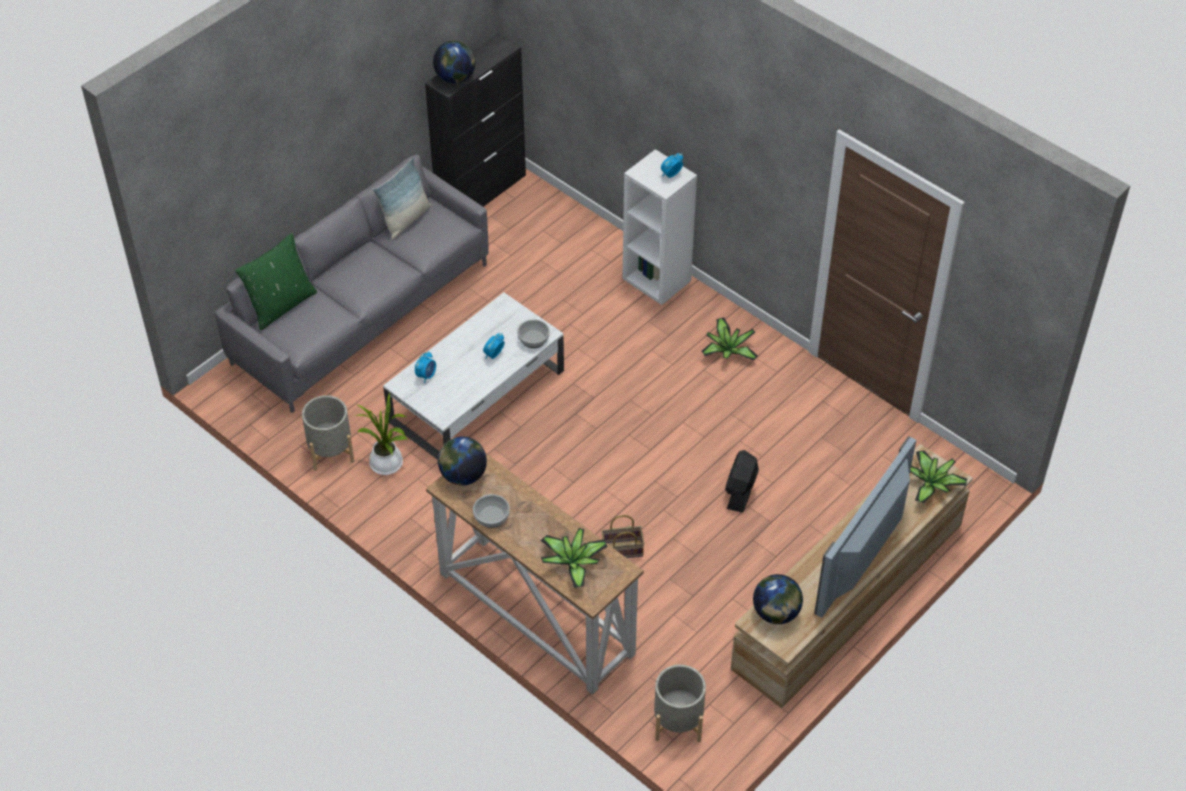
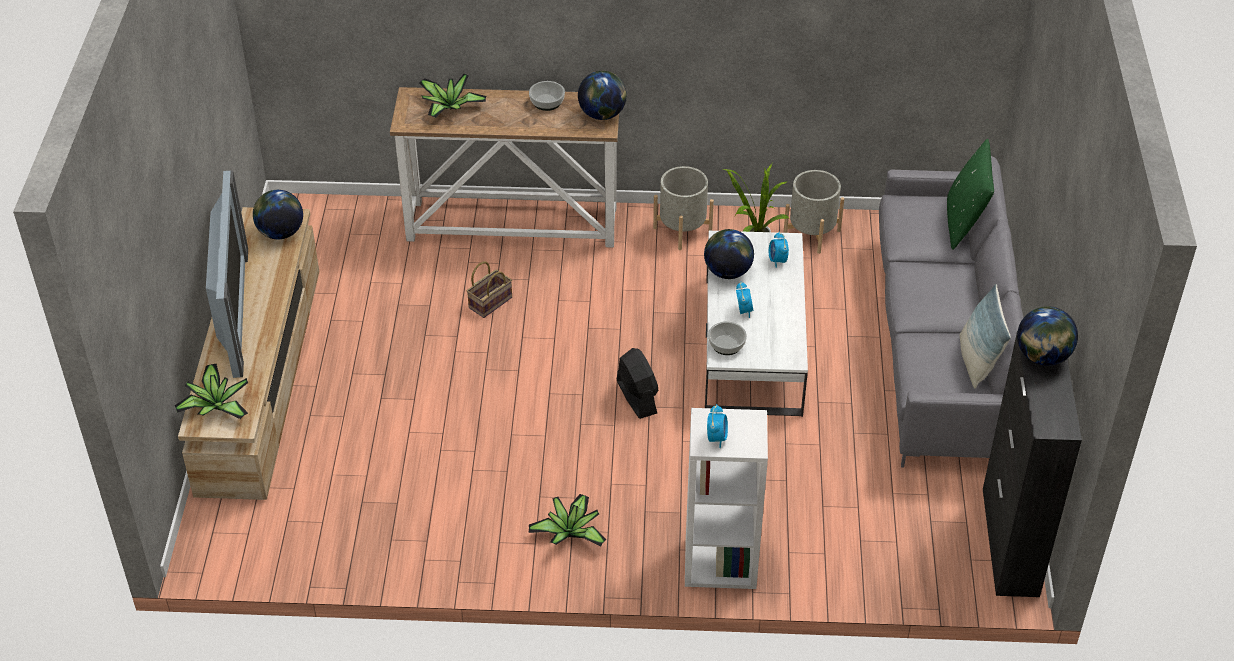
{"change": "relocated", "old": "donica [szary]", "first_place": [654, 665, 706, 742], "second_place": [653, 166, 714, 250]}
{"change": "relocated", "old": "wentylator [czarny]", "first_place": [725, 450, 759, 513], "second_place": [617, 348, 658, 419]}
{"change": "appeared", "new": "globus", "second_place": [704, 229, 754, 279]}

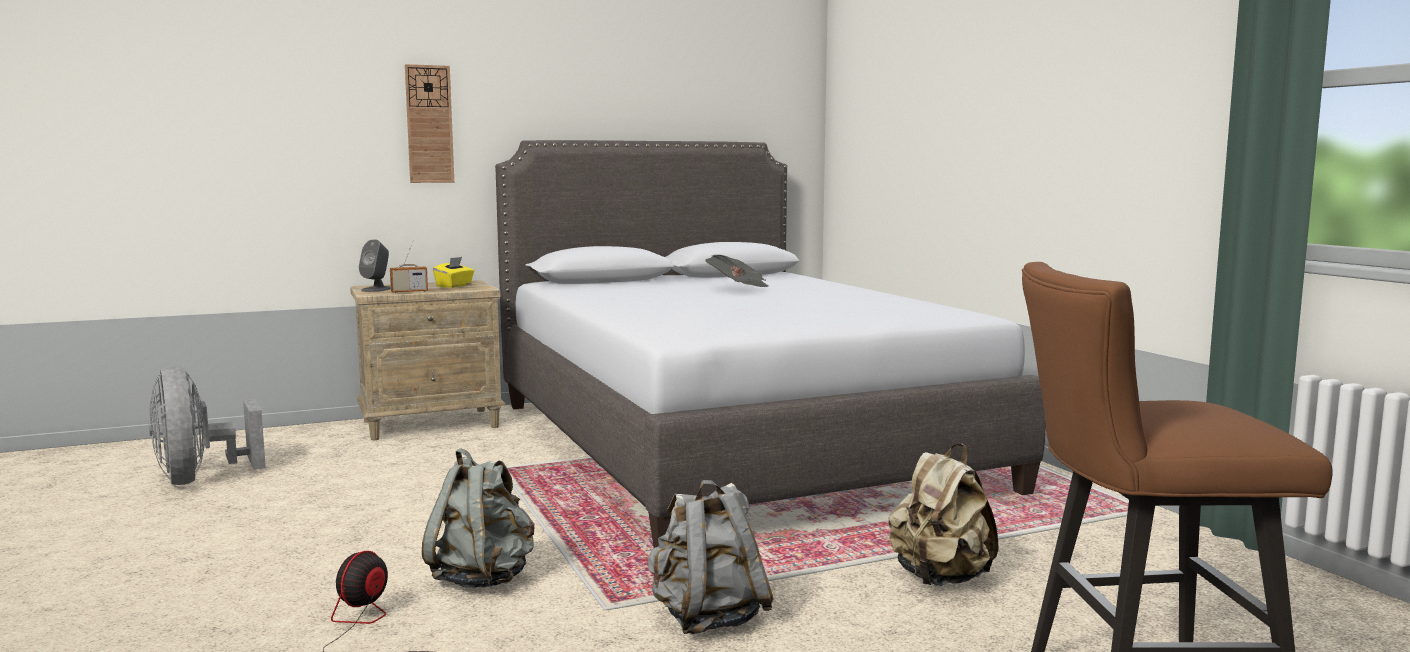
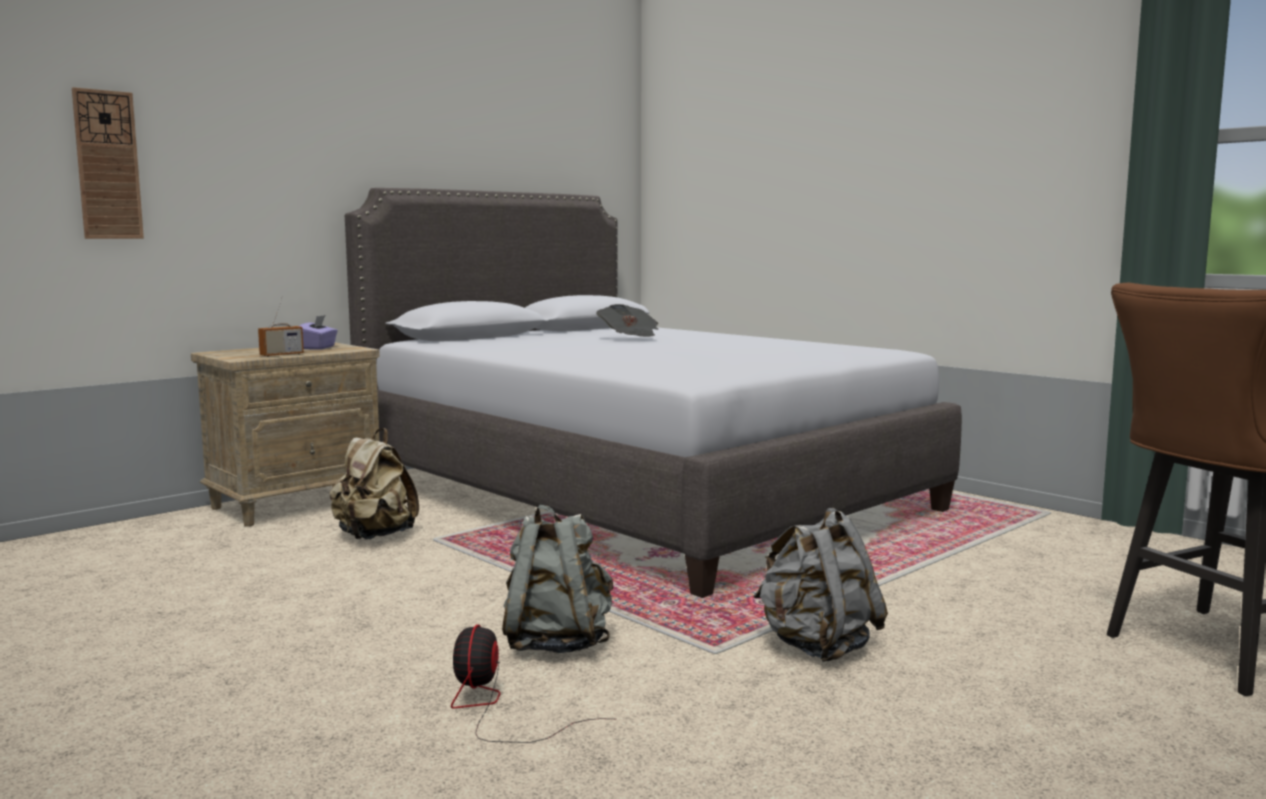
{"change": "missing", "old": "wentylator [szary]", "first_place": [148, 366, 266, 485]}
{"change": "missing", "old": "głośnik [szary]", "first_place": [359, 239, 391, 292]}
{"change": "relocated", "old": "zegar ścienny", "first_place": [405, 64, 454, 183], "second_place": [72, 87, 144, 239]}
{"change": "colour", "old": "pudełko chusteczek [żółty]", "new": "pudełko chusteczek [fioletowy]", "first_place": [433, 257, 474, 288], "second_place": [299, 315, 338, 349]}
{"change": "relocated", "old": "plecak [beżowy]", "first_place": [889, 444, 998, 586], "second_place": [329, 428, 419, 539]}

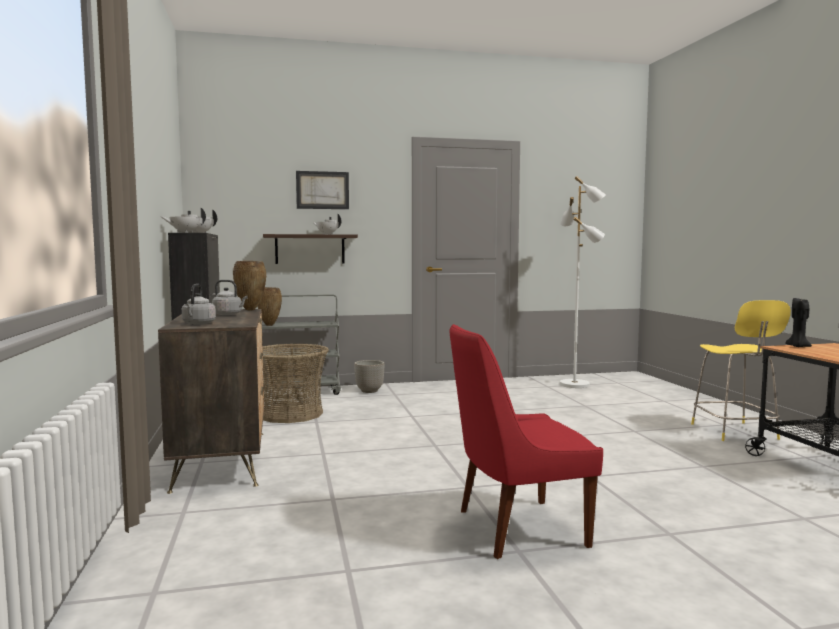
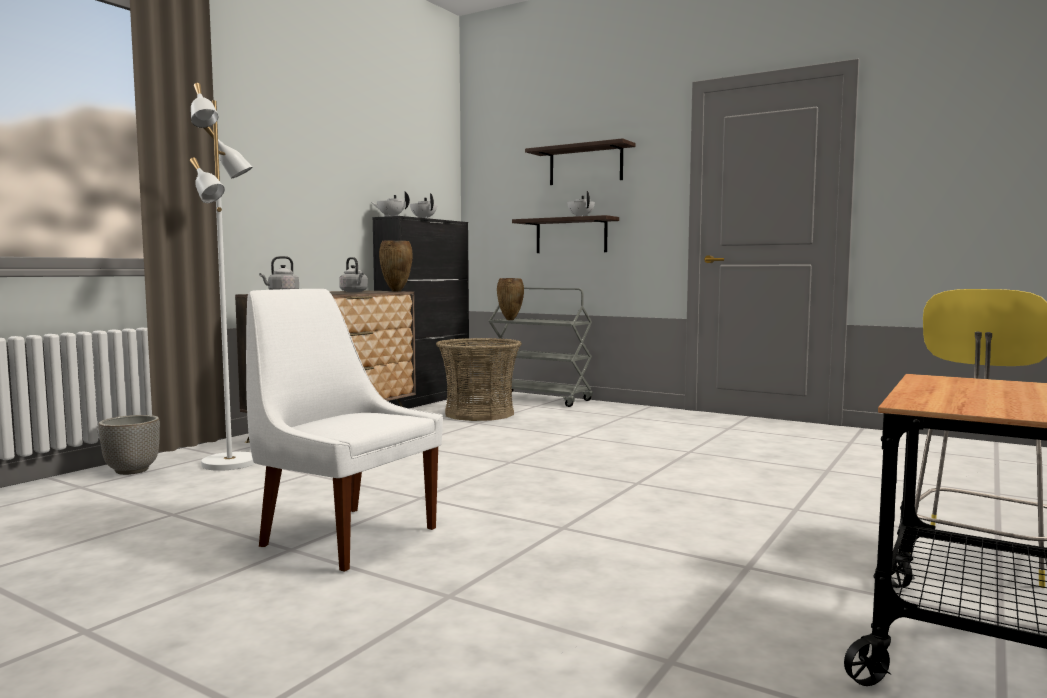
{"change": "exchanged", "old": "obraz", "new": "półka", "first_place": [296, 171, 349, 209], "second_place": [525, 138, 636, 185]}
{"change": "relocated", "old": "donica", "first_place": [354, 360, 384, 393], "second_place": [98, 415, 160, 475]}
{"change": "colour", "old": "krzesło [czerwony]", "new": "krzesło [biały]", "first_place": [450, 324, 603, 559], "second_place": [246, 289, 443, 572]}
{"change": "relocated", "old": "lampa stojąca [biały]", "first_place": [560, 176, 606, 388], "second_place": [190, 83, 256, 471]}
{"change": "missing", "old": "świeca [czarny]", "first_place": [785, 297, 812, 347]}

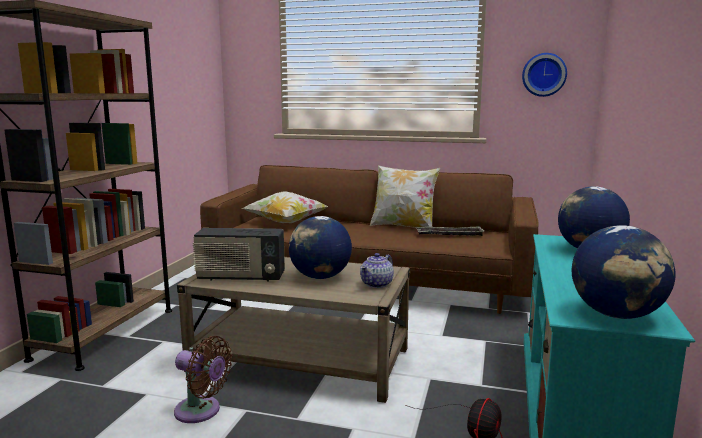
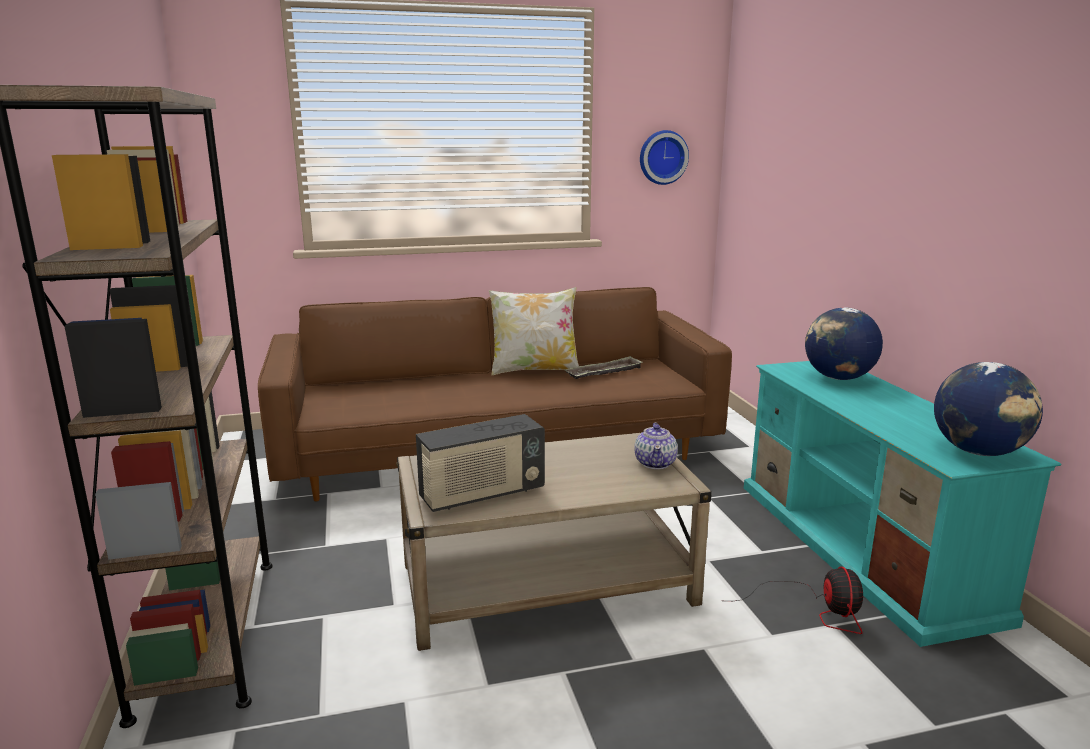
{"change": "missing", "old": "wentylator [brązowy]", "first_place": [174, 336, 232, 423]}
{"change": "missing", "old": "poduszka", "first_place": [243, 191, 329, 223]}
{"change": "missing", "old": "globus", "first_place": [289, 216, 352, 279]}

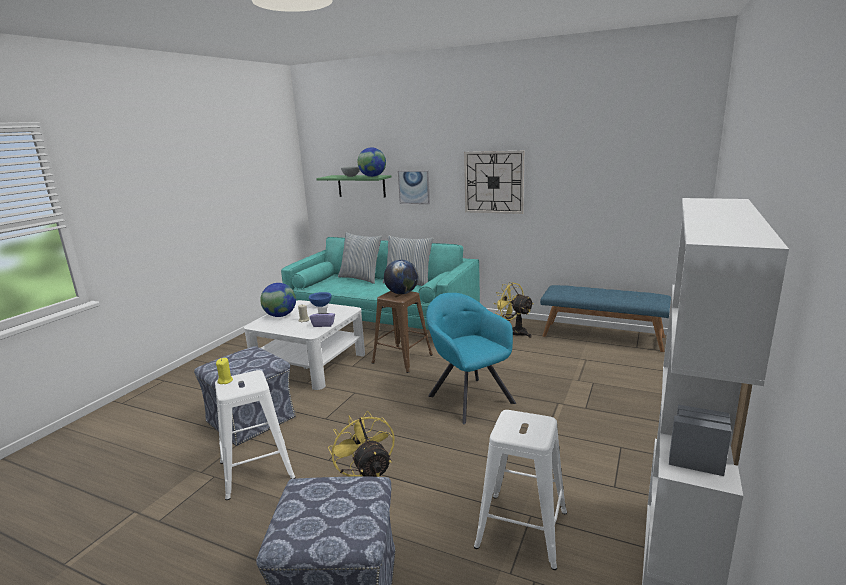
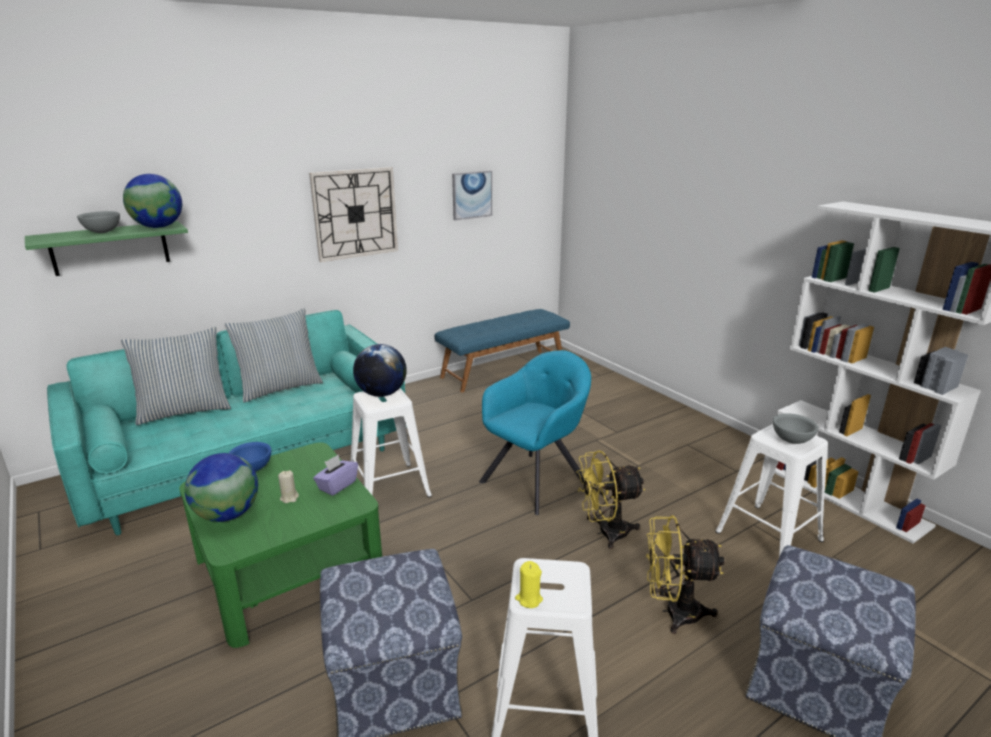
{"change": "colour", "old": "ława [biały]", "new": "ława [zielony]", "first_place": [244, 300, 365, 390], "second_place": [179, 442, 382, 648]}
{"change": "colour", "old": "stołek [brązowy]", "new": "stołek [biały]", "first_place": [372, 291, 433, 373], "second_place": [351, 388, 432, 497]}
{"change": "relocated", "old": "obraz", "first_place": [398, 170, 430, 204], "second_place": [452, 171, 492, 220]}
{"change": "spun", "old": "fotel [turkusowy]", "first_place": [426, 293, 516, 424], "second_place": [479, 350, 591, 515], "degrees": 135}
{"change": "relocated", "old": "wentylator [żółty]", "first_place": [493, 282, 534, 338], "second_place": [576, 450, 646, 549]}
{"change": "appeared", "new": "miska [szary]", "second_place": [773, 414, 818, 444]}

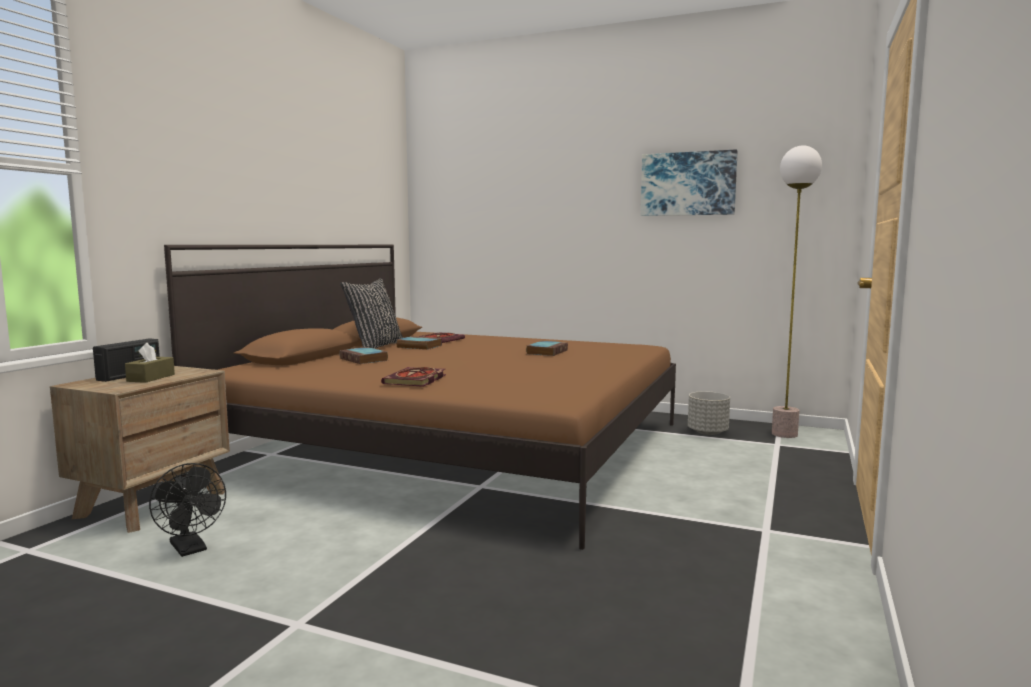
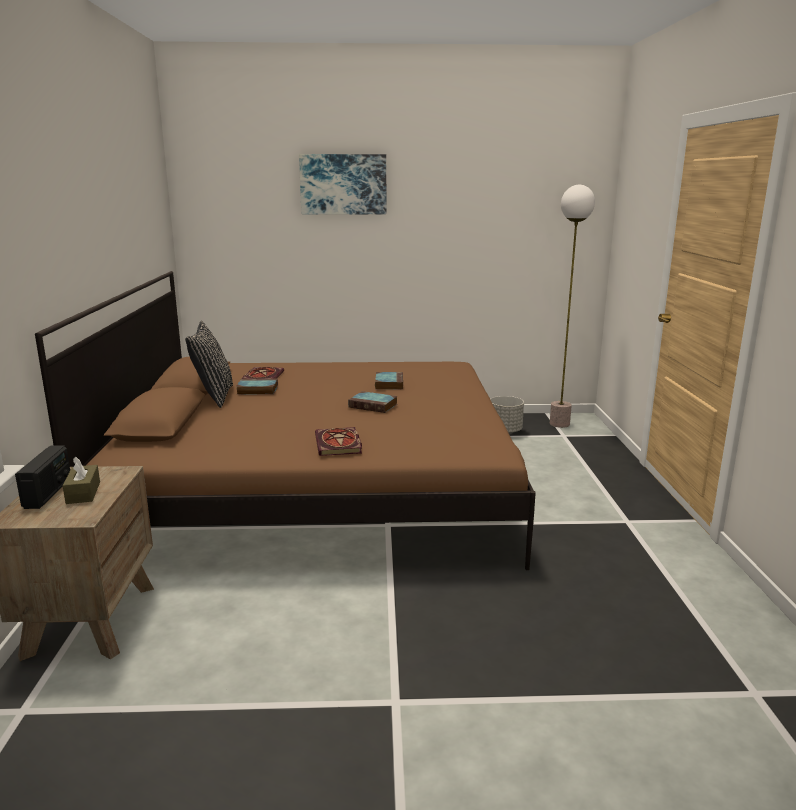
{"change": "missing", "old": "wentylator [czarny]", "first_place": [149, 463, 226, 557]}
{"change": "relocated", "old": "książka", "first_place": [340, 347, 388, 364], "second_place": [348, 391, 397, 413]}
{"change": "relocated", "old": "obraz", "first_place": [641, 149, 738, 216], "second_place": [299, 154, 386, 215]}

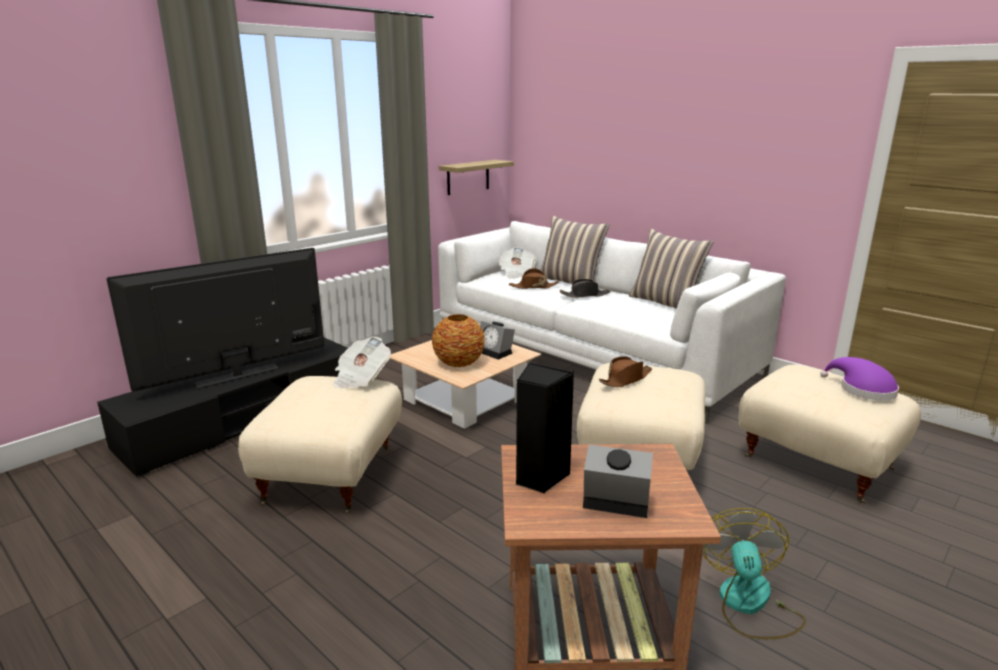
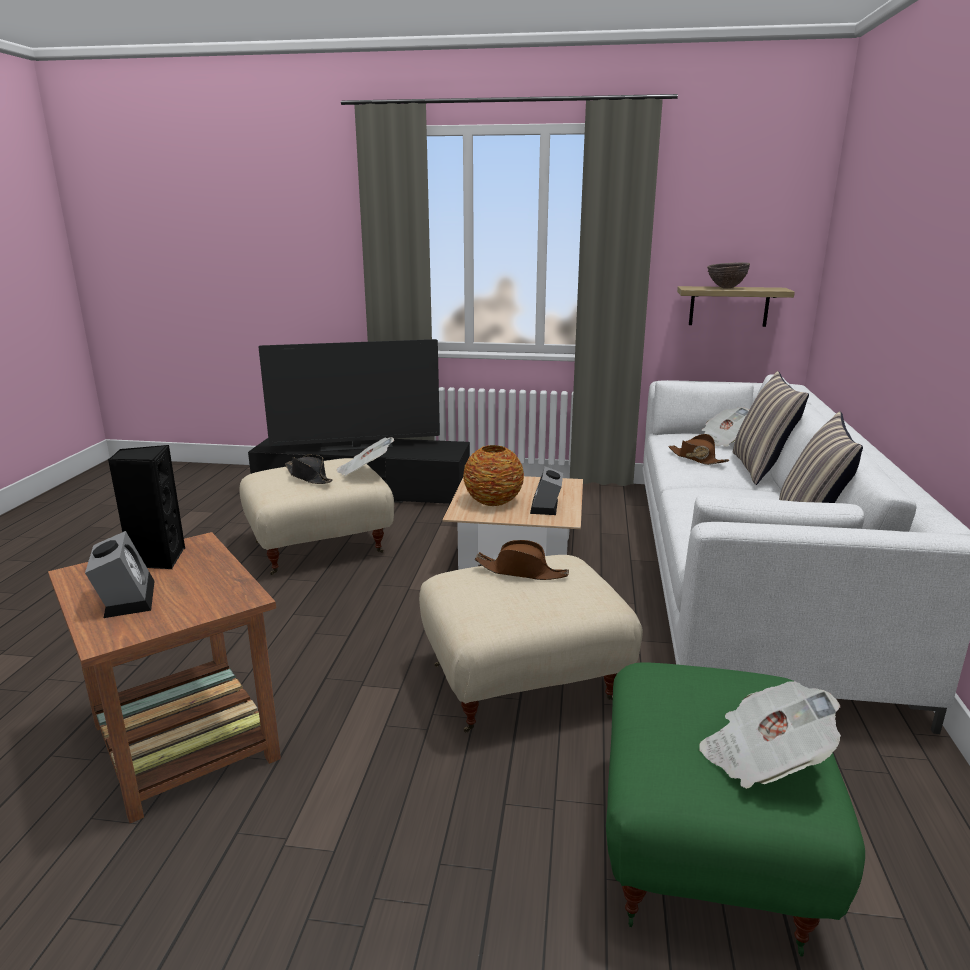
{"change": "spun", "old": "telewizor", "first_place": [106, 248, 325, 392], "second_place": [259, 339, 440, 452], "degrees": 150}
{"change": "relocated", "old": "kapelusz [czarny]", "first_place": [560, 279, 610, 298], "second_place": [285, 454, 333, 484]}
{"change": "missing", "old": "wentylator", "first_place": [702, 508, 806, 639]}
{"change": "colour", "old": "pufa [beżowy]", "new": "pufa [zielony]", "first_place": [739, 364, 921, 504], "second_place": [606, 662, 865, 957]}
{"change": "exchanged", "old": "kapelusz [fioletowy]", "new": "gazeta", "first_place": [820, 357, 899, 401], "second_place": [699, 681, 841, 789]}
{"change": "appeared", "new": "miska [brązowy]", "second_place": [707, 262, 750, 289]}

